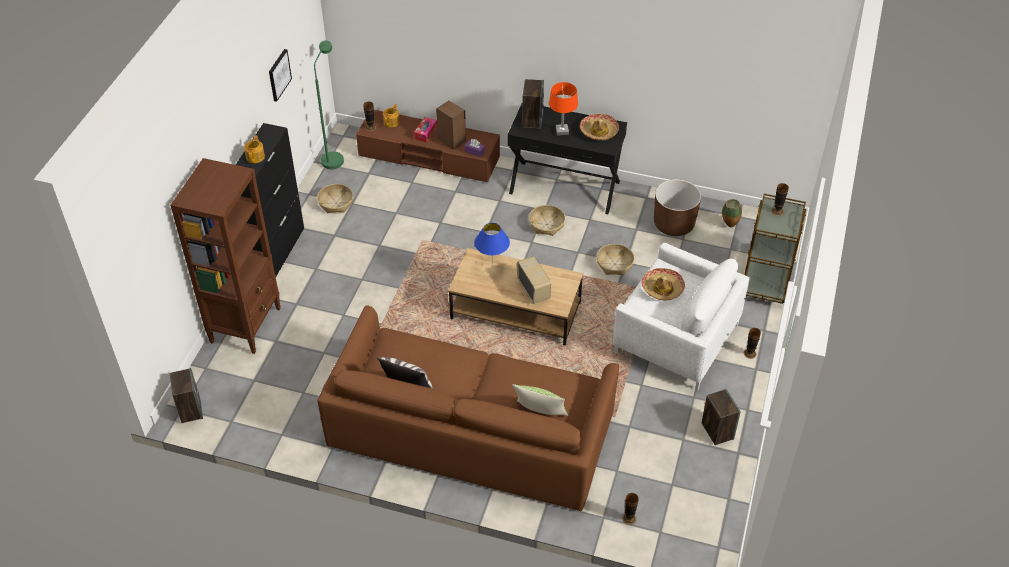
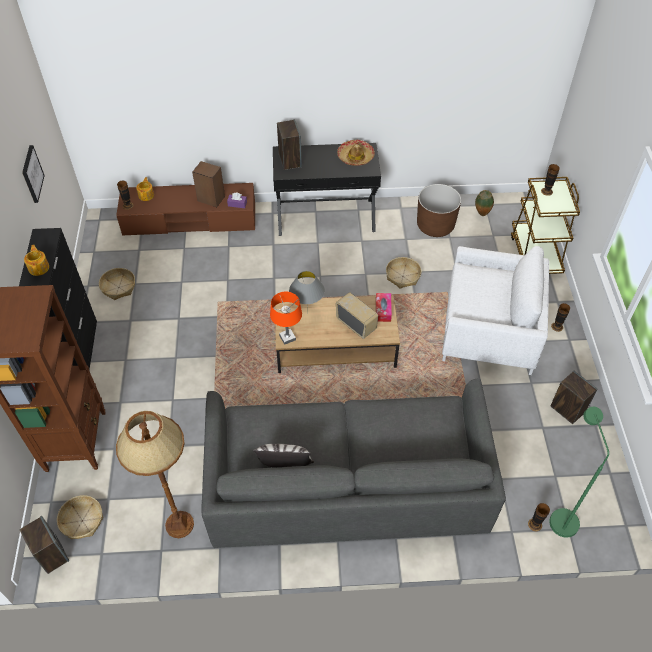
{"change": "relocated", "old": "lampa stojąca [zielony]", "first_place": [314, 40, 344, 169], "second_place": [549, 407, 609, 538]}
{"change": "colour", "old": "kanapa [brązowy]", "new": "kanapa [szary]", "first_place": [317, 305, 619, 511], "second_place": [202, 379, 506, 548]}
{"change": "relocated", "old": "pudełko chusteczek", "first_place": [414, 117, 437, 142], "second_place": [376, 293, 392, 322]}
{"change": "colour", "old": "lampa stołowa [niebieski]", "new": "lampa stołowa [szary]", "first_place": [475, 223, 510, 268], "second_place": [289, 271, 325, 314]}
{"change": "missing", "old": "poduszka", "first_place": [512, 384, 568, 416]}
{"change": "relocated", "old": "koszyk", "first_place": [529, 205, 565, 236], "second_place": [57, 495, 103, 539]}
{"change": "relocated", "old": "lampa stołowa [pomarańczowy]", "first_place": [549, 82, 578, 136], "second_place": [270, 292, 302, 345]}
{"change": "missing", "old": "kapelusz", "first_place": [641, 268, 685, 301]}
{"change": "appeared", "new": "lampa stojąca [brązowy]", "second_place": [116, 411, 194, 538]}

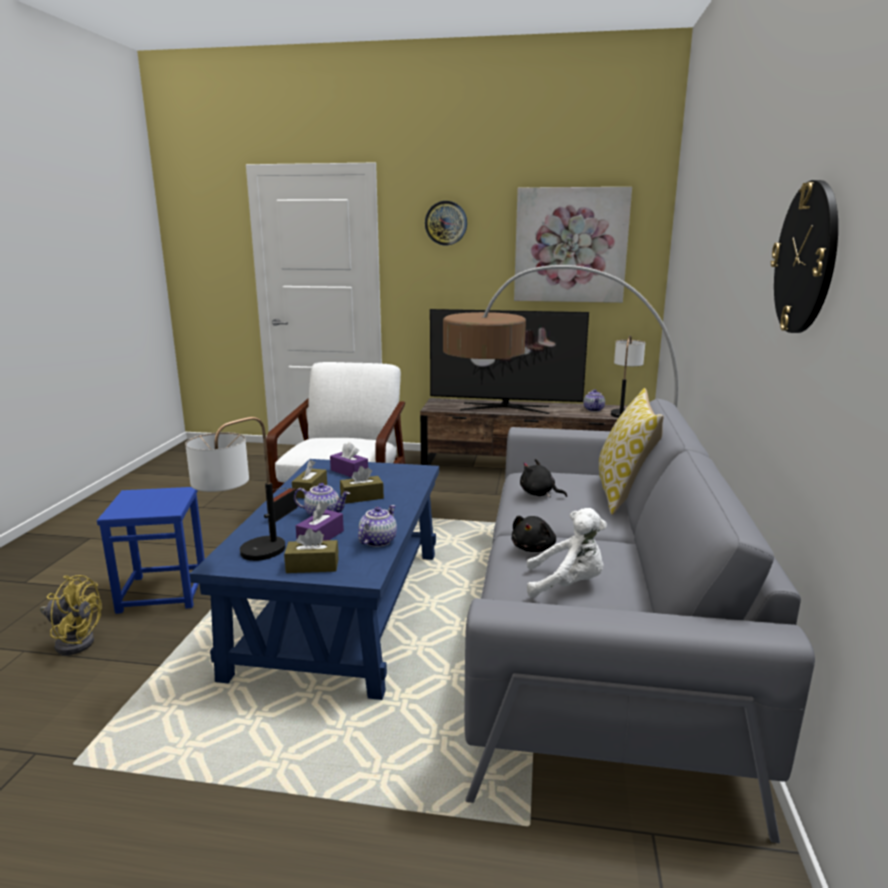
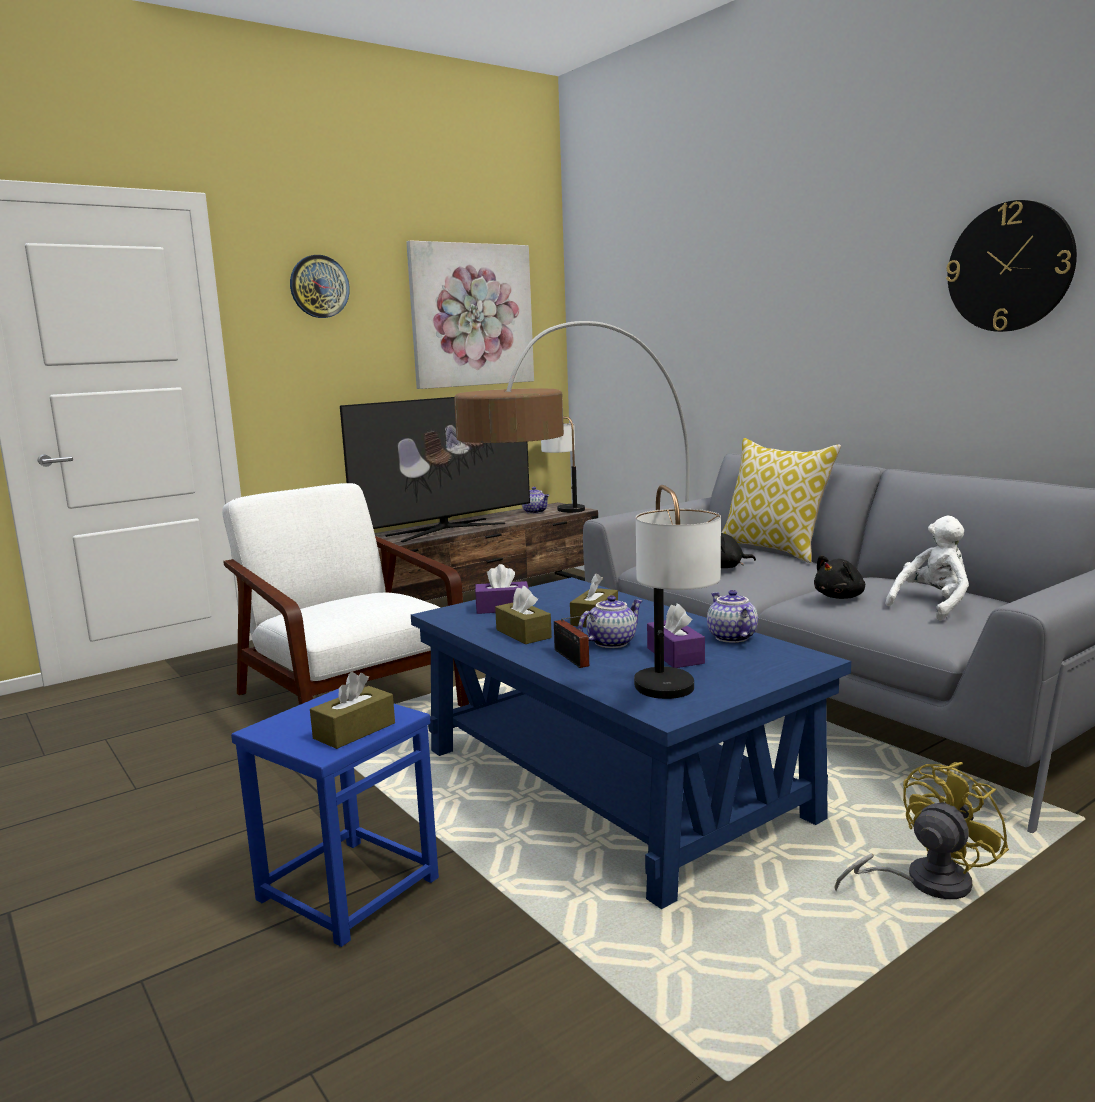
{"change": "relocated", "old": "wentylator [żółty]", "first_place": [40, 575, 102, 655], "second_place": [834, 762, 1009, 899]}
{"change": "relocated", "old": "pudełko chusteczek [brązowy]", "first_place": [284, 528, 339, 573], "second_place": [310, 672, 395, 749]}
{"change": "spun", "old": "pluszak [czarny]", "first_place": [511, 516, 556, 552], "second_place": [814, 555, 865, 599], "degrees": 75}

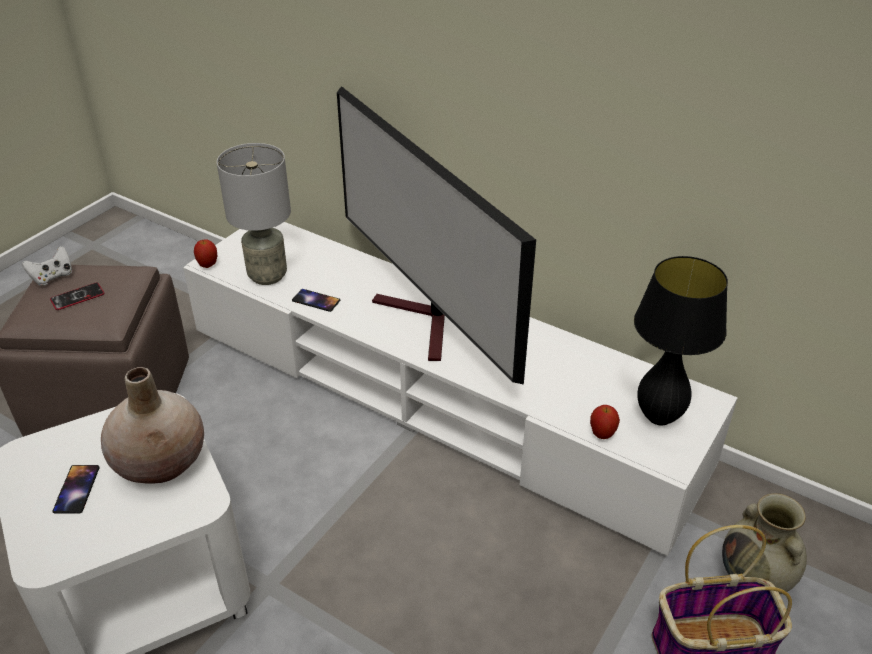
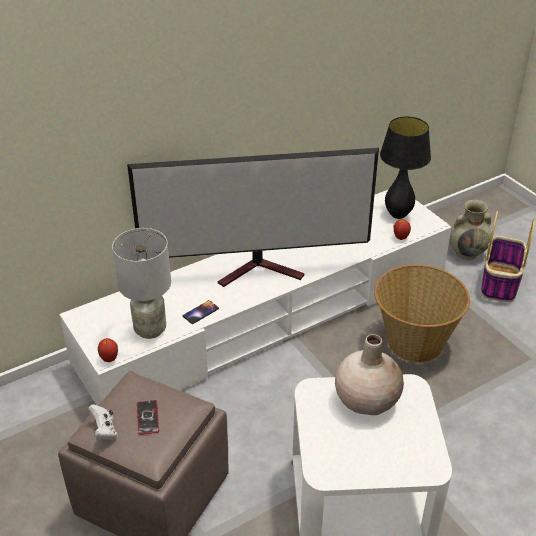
{"change": "missing", "old": "telefon", "first_place": [53, 465, 100, 514]}
{"change": "appeared", "new": "koszyk", "second_place": [374, 264, 470, 363]}

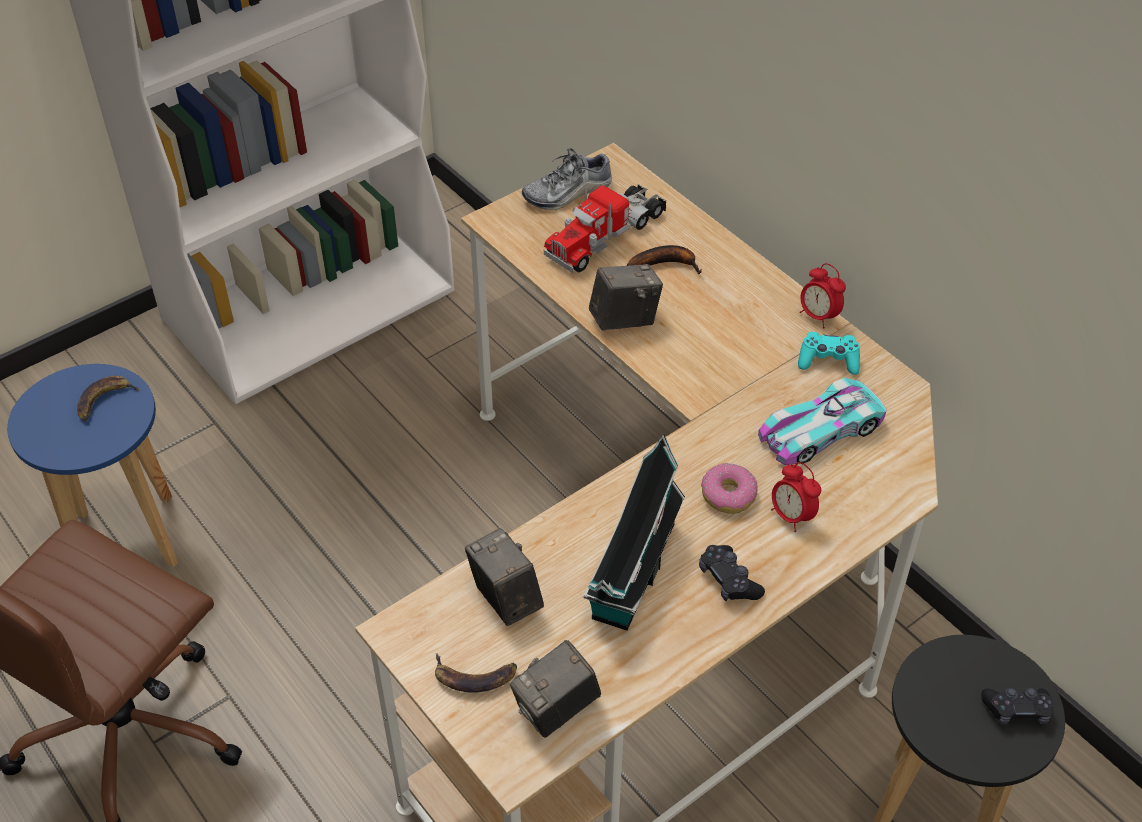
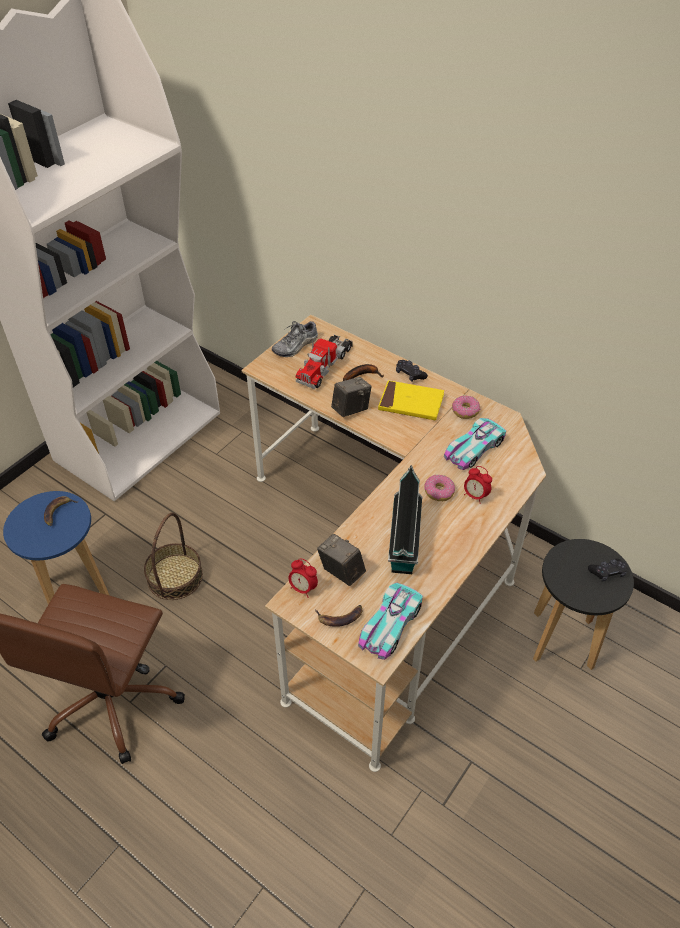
{"change": "exchanged", "old": "aparat fotograficzny", "new": "samochodzik", "first_place": [510, 640, 601, 738], "second_place": [358, 583, 423, 660]}
{"change": "relocated", "old": "pad do gier [czarny]", "first_place": [699, 545, 765, 601], "second_place": [396, 360, 428, 381]}
{"change": "exchanged", "old": "pad do gier [turkusowy]", "new": "donut", "first_place": [798, 332, 860, 375], "second_place": [452, 396, 480, 419]}
{"change": "relocated", "old": "budzik", "first_place": [800, 263, 846, 329], "second_place": [288, 558, 318, 598]}
{"change": "appeared", "new": "koszyk", "second_place": [144, 513, 203, 600]}
{"change": "appeared", "new": "książka [żółty]", "second_place": [378, 380, 444, 420]}

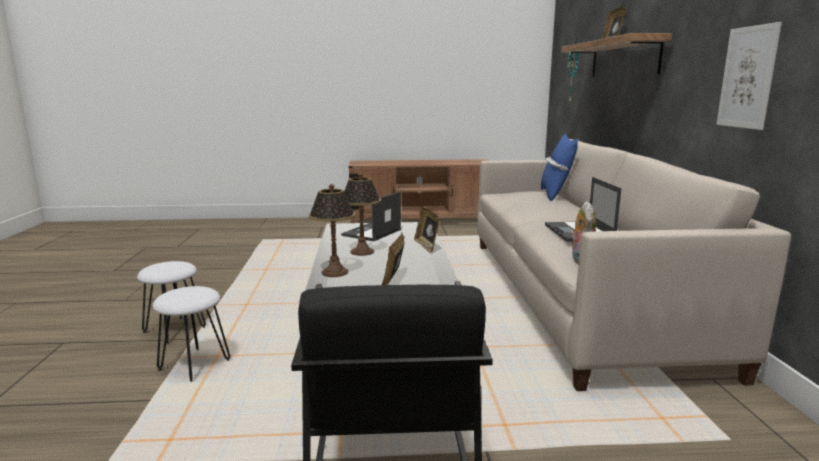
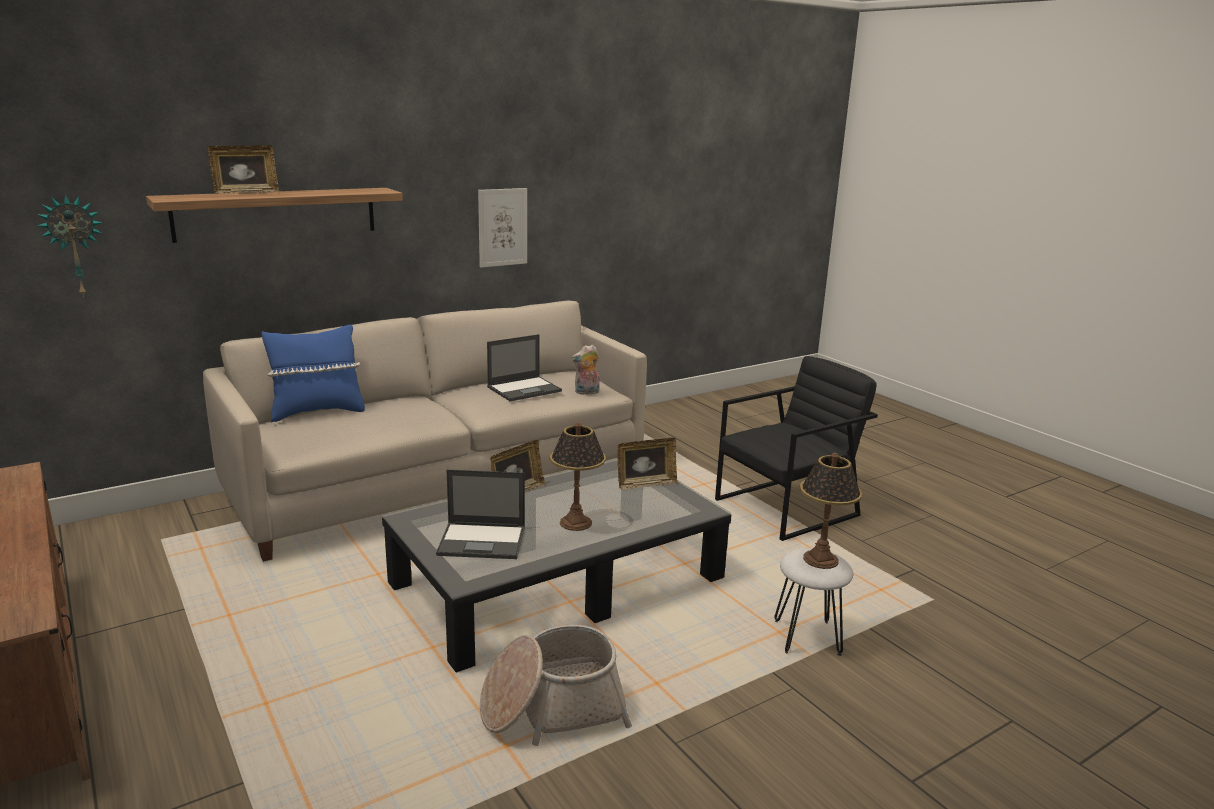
{"change": "missing", "old": "stołek [biały]", "first_place": [137, 261, 206, 344]}
{"change": "relocated", "old": "lampa stołowa", "first_place": [308, 184, 356, 277], "second_place": [800, 453, 862, 569]}
{"change": "appeared", "new": "koszyk", "second_place": [480, 625, 632, 746]}

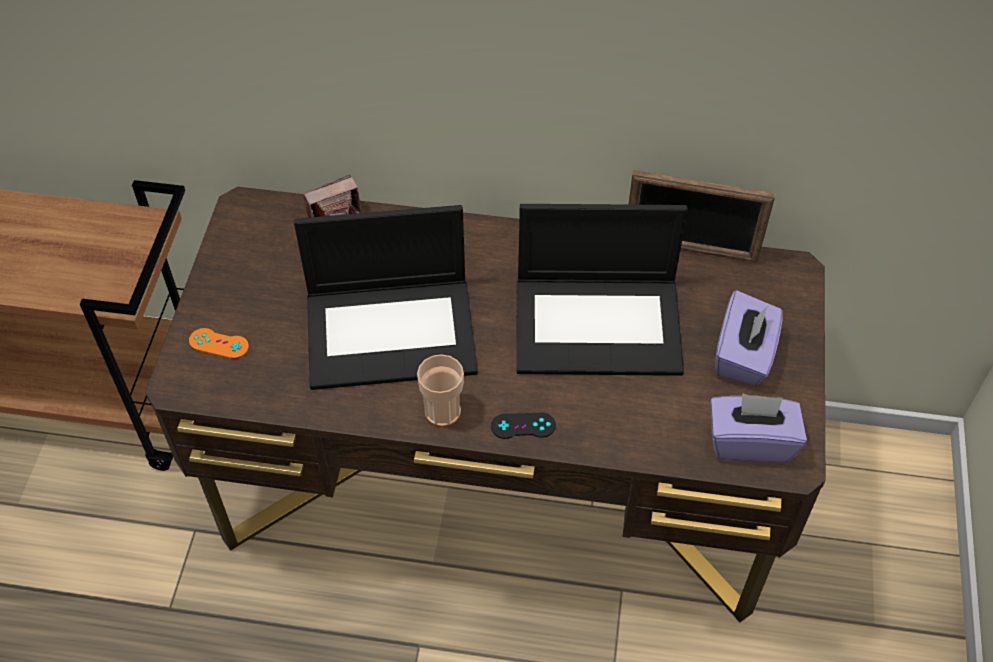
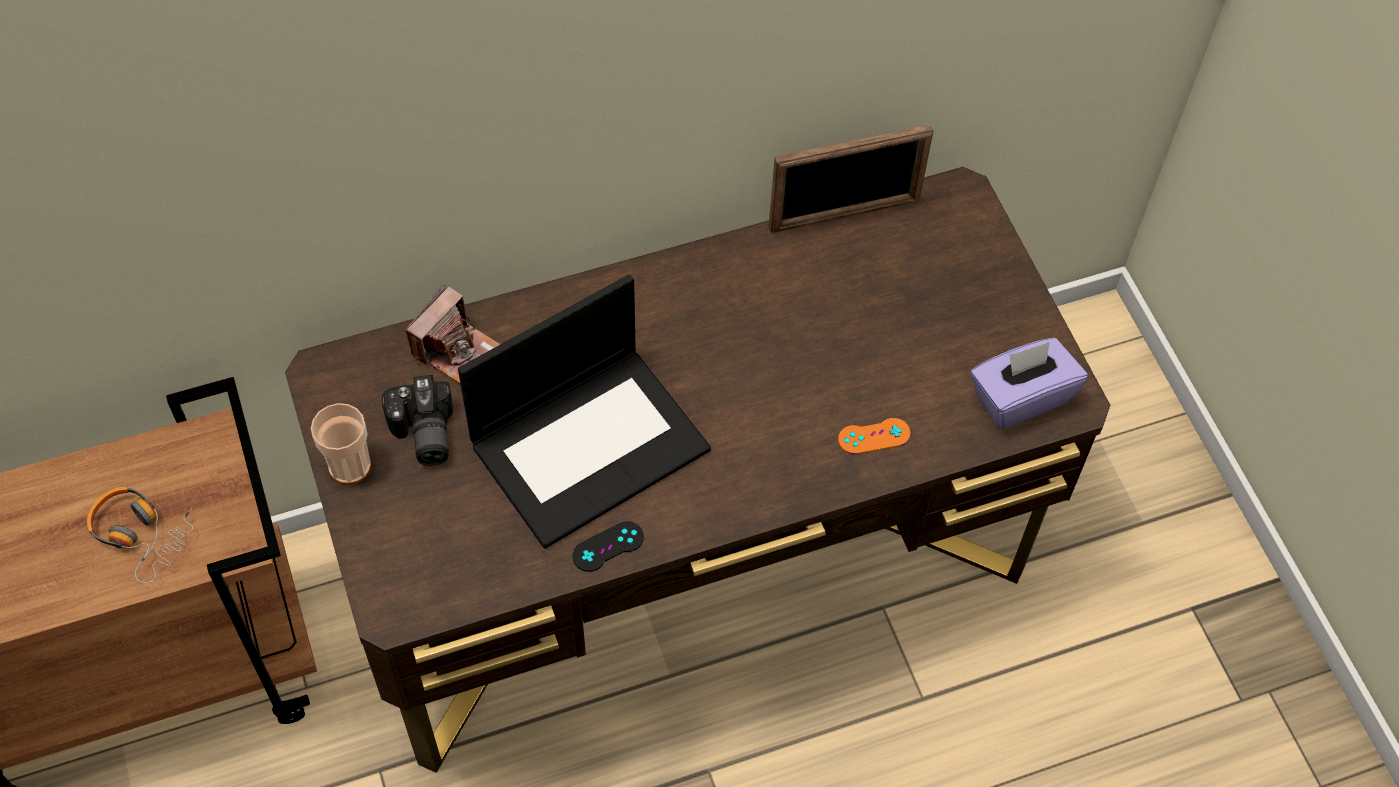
{"change": "relocated", "old": "pad do gier [pomarańczowy]", "first_place": [189, 328, 249, 359], "second_place": [838, 418, 911, 454]}
{"change": "relocated", "old": "filiżanka", "first_place": [417, 354, 464, 427], "second_place": [311, 403, 371, 485]}
{"change": "relocated", "old": "pad do gier [czarny]", "first_place": [491, 413, 556, 439], "second_place": [572, 521, 644, 572]}
{"change": "missing", "old": "laptop", "first_place": [517, 204, 688, 376]}
{"change": "missing", "old": "pudełko chusteczek [fioletowy]", "first_place": [715, 290, 783, 385]}
{"change": "appeared", "new": "słuchawki", "second_place": [87, 487, 193, 583]}
{"change": "appeared", "new": "aparat fotograficzny", "second_place": [382, 375, 453, 466]}

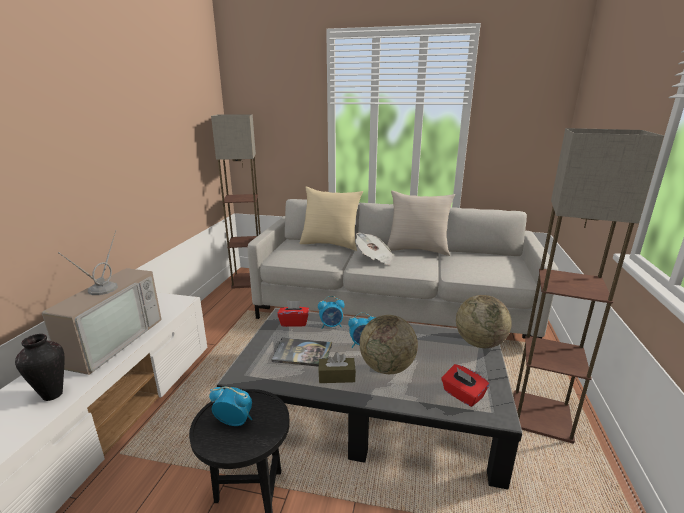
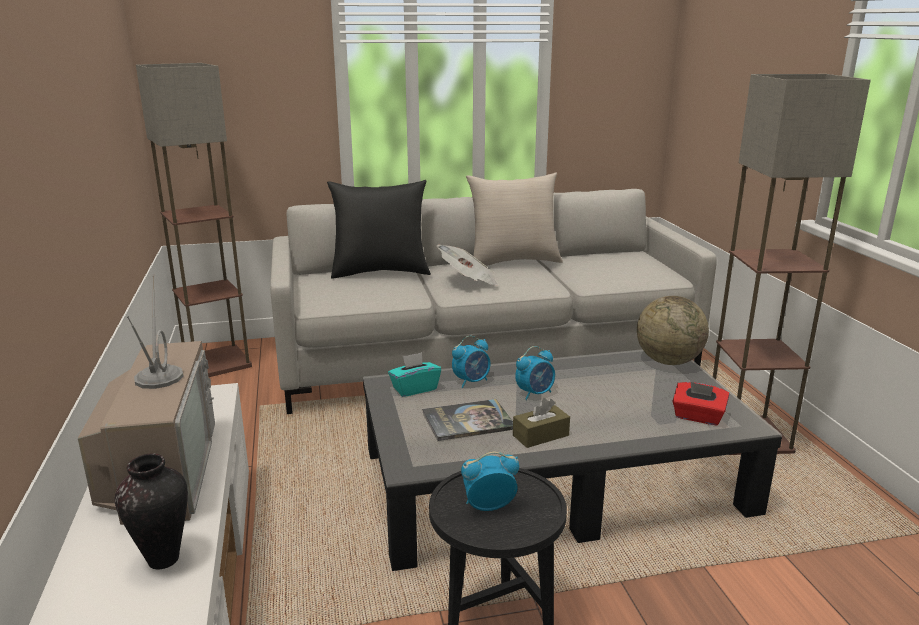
{"change": "colour", "old": "pudełko chusteczek [czerwony]", "new": "pudełko chusteczek [turkusowy]", "first_place": [277, 301, 309, 327], "second_place": [388, 352, 441, 397]}
{"change": "colour", "old": "poduszka [beżowy]", "new": "poduszka [czarny]", "first_place": [299, 187, 363, 251], "second_place": [327, 180, 431, 279]}
{"change": "missing", "old": "globus", "first_place": [360, 315, 418, 374]}

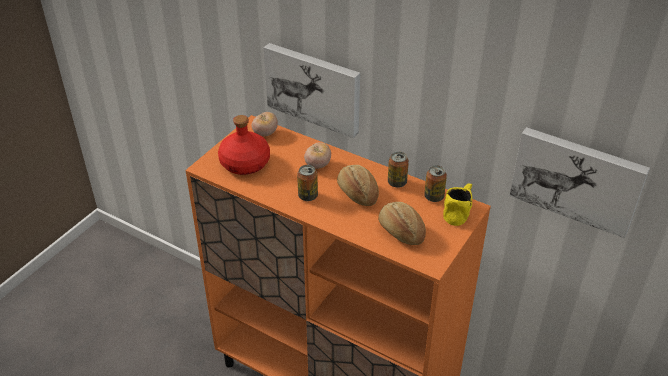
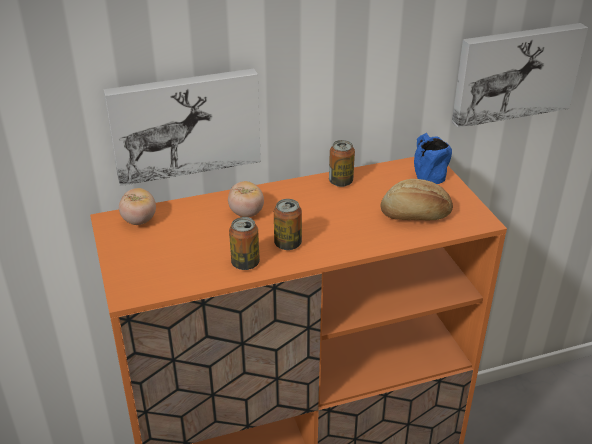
{"change": "missing", "old": "butelka [czerwony]", "first_place": [218, 115, 270, 175]}
{"change": "missing", "old": "chleb", "first_place": [337, 165, 379, 206]}
{"change": "relocated", "old": "puszka", "first_place": [424, 165, 447, 202], "second_place": [229, 217, 260, 270]}
{"change": "colour", "old": "kubek [żółty]", "new": "kubek [niebieski]", "first_place": [443, 183, 473, 226], "second_place": [414, 133, 452, 184]}

